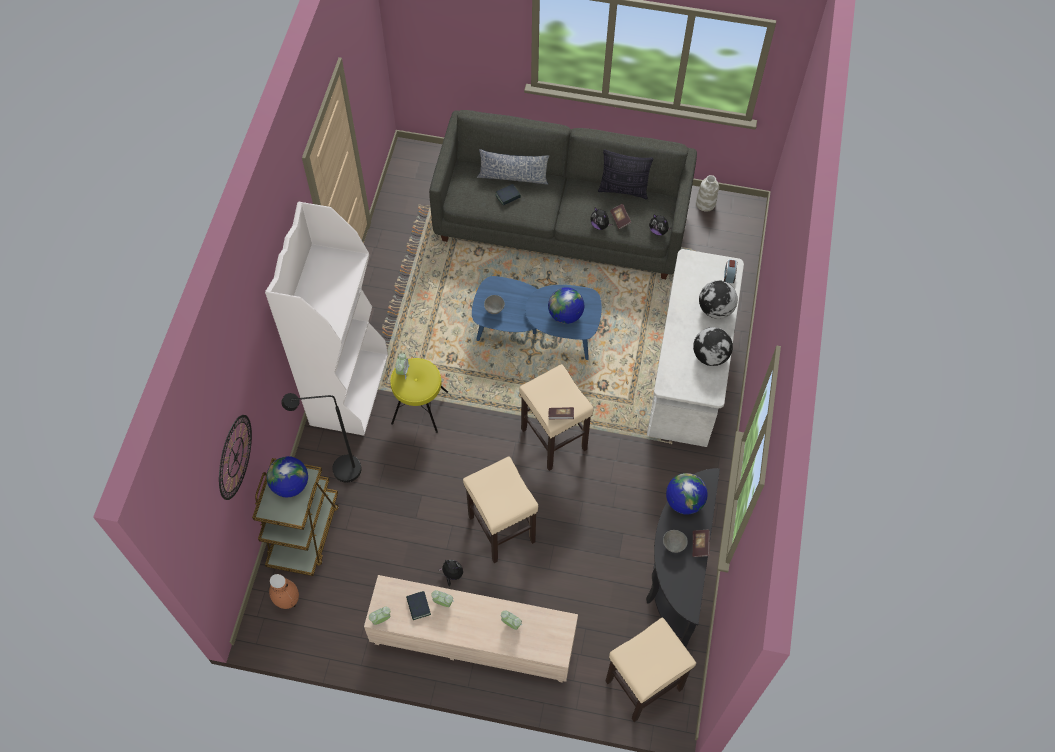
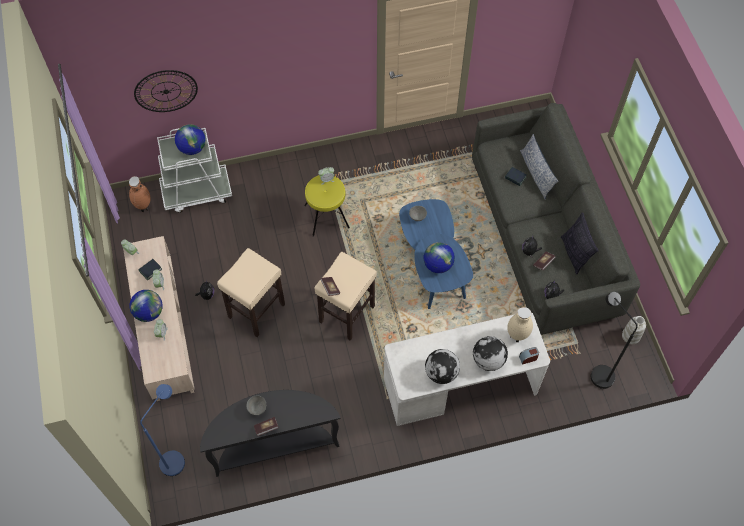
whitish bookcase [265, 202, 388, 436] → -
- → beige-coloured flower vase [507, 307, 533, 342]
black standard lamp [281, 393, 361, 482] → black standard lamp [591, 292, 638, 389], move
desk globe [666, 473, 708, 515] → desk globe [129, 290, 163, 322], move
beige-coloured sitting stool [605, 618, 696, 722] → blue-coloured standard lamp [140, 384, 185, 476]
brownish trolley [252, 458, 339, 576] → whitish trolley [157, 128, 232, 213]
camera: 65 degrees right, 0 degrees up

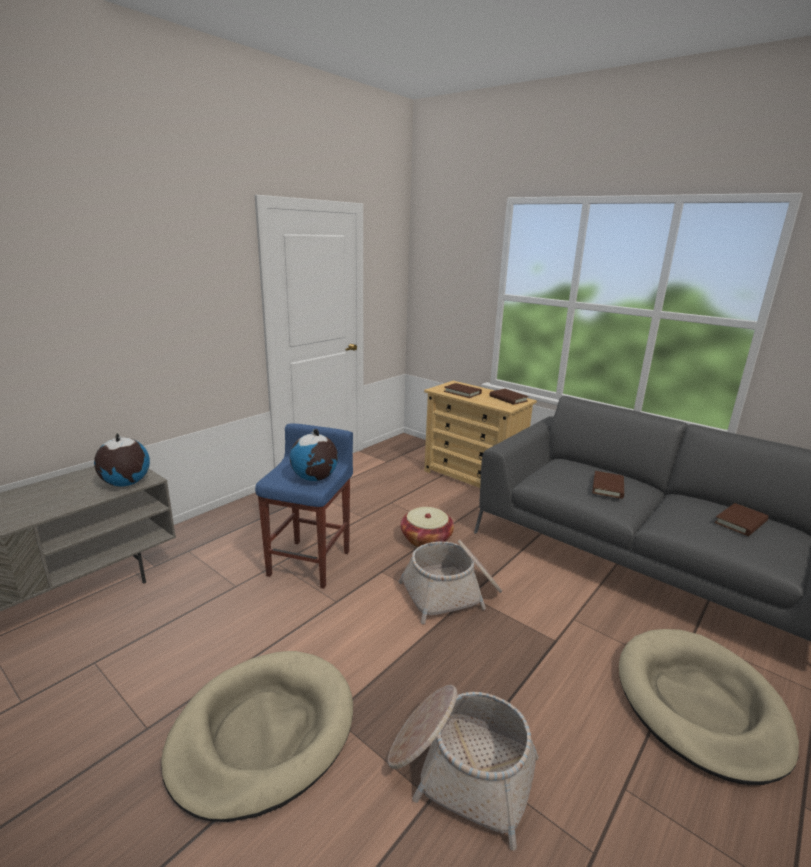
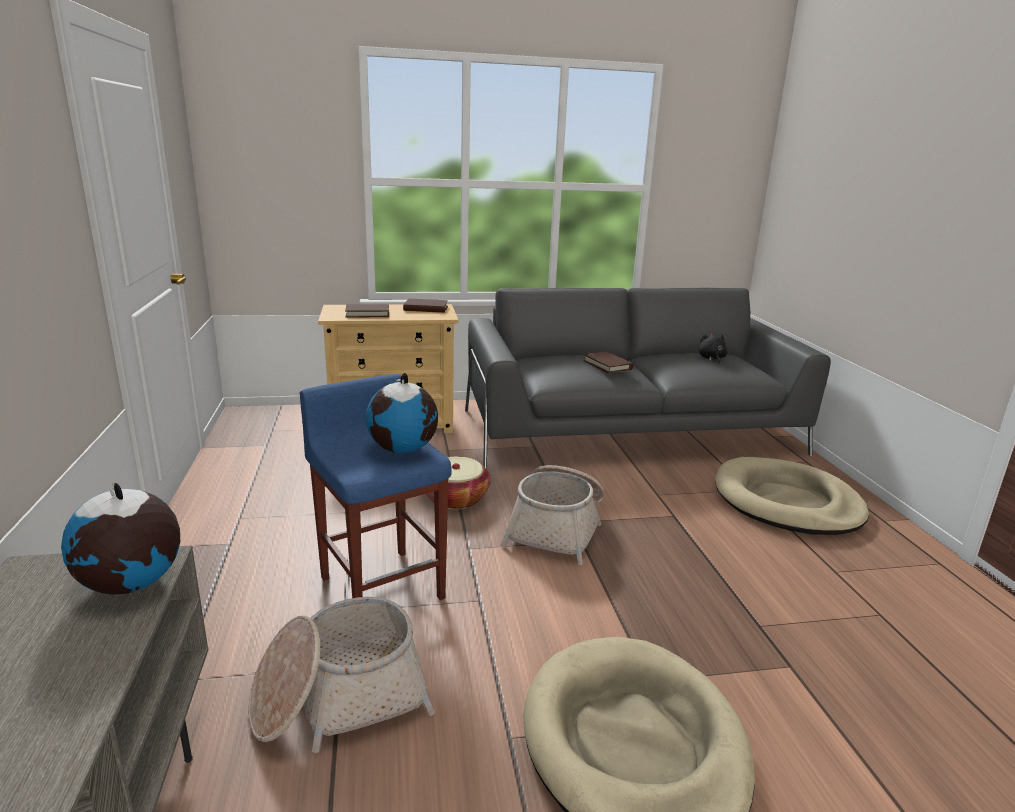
basket [388, 685, 539, 851] → basket [248, 597, 435, 753], move
brownish volume [714, 503, 768, 536] → black cuddly toy [699, 333, 727, 363]
camera: 50 degrees left, 0 degrees up

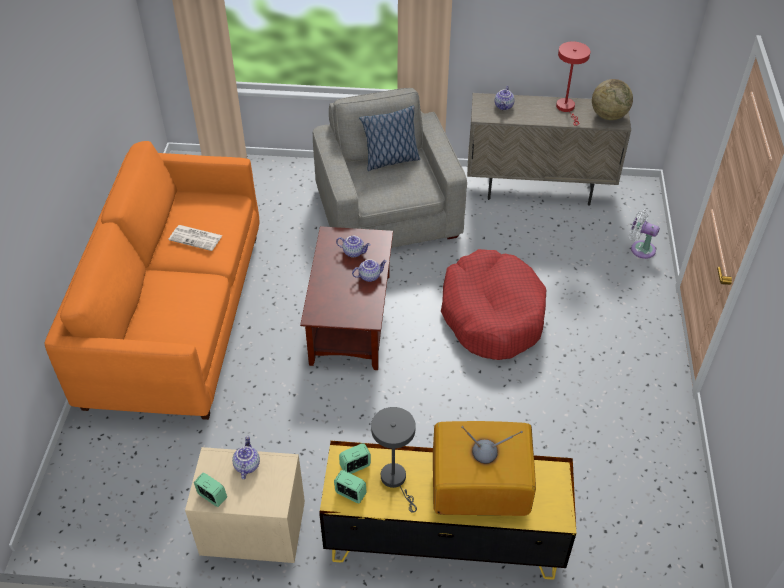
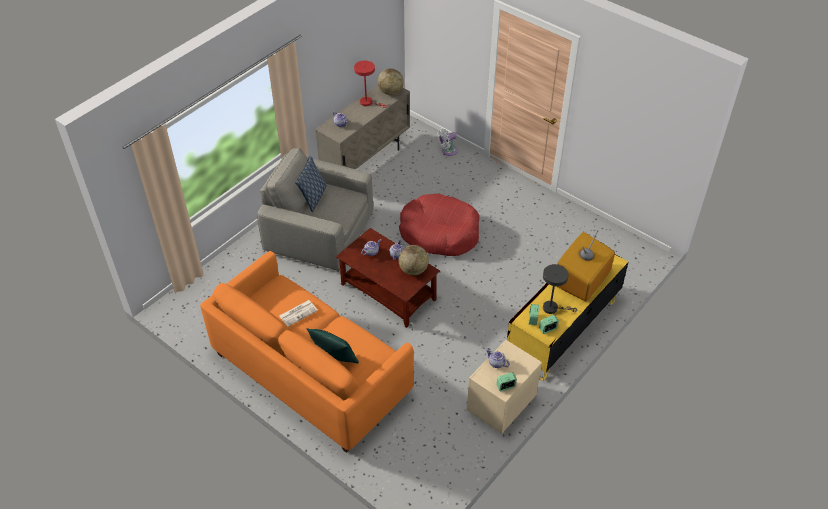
- → green pillow [306, 328, 359, 364]
- → desk globe [399, 245, 429, 275]
camera: 55 degrees left, 0 degrees up

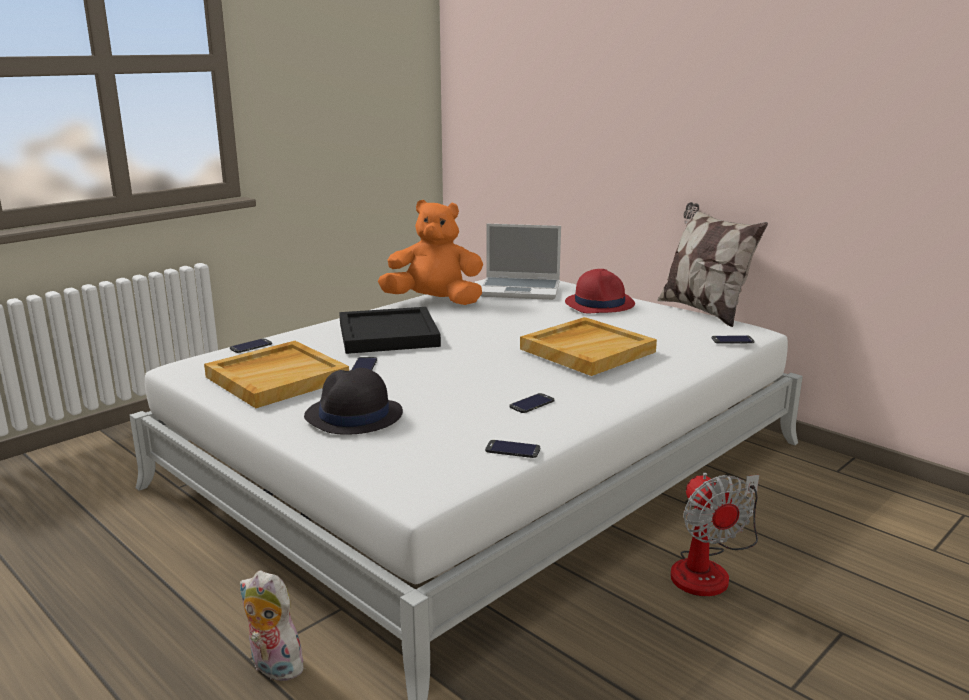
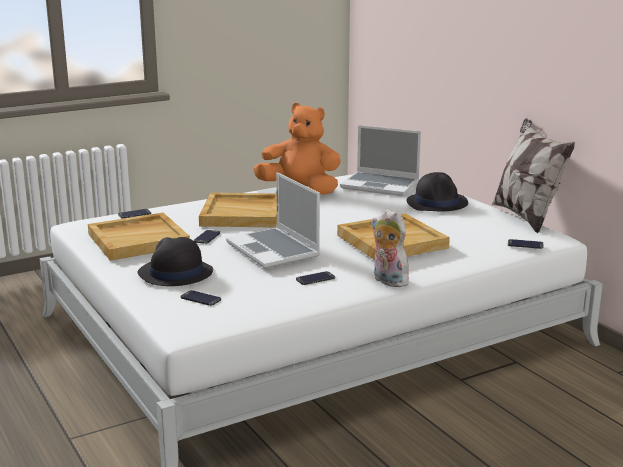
cooling fan [670, 473, 759, 596] → -
- → portable computer [226, 172, 320, 268]
cuddly toy [240, 570, 306, 681] → cuddly toy [372, 209, 409, 287], move
telephone [485, 440, 540, 458] → telephone [181, 290, 221, 306], move
black carrying tray [339, 307, 441, 354] → beige-coloured carrying tray [199, 193, 277, 228]
red-coloured hat [565, 269, 635, 313] → black hat [406, 172, 468, 211]
camera: 15 degrees right, 0 degrees up

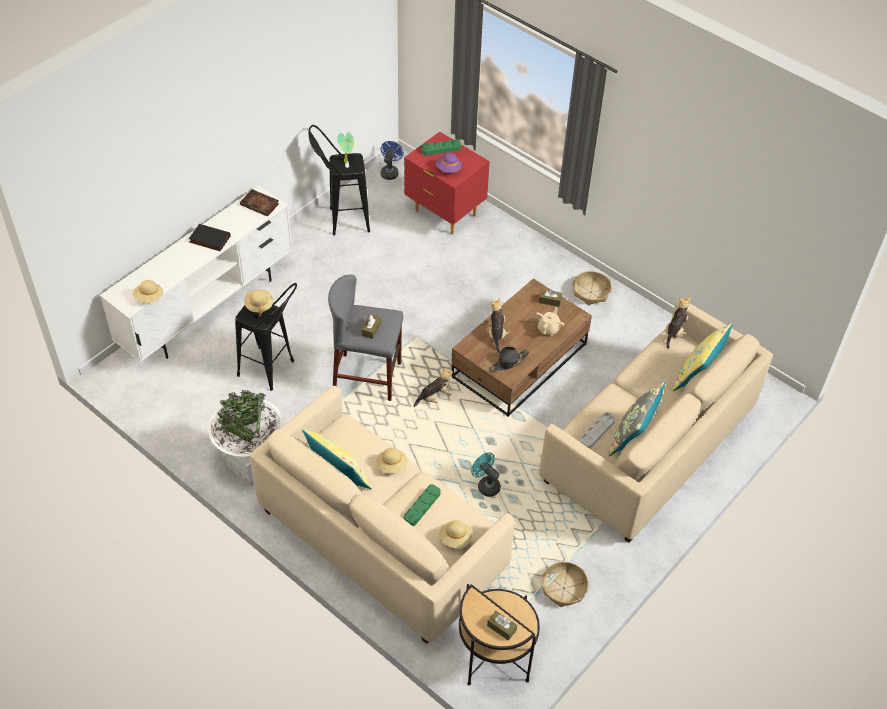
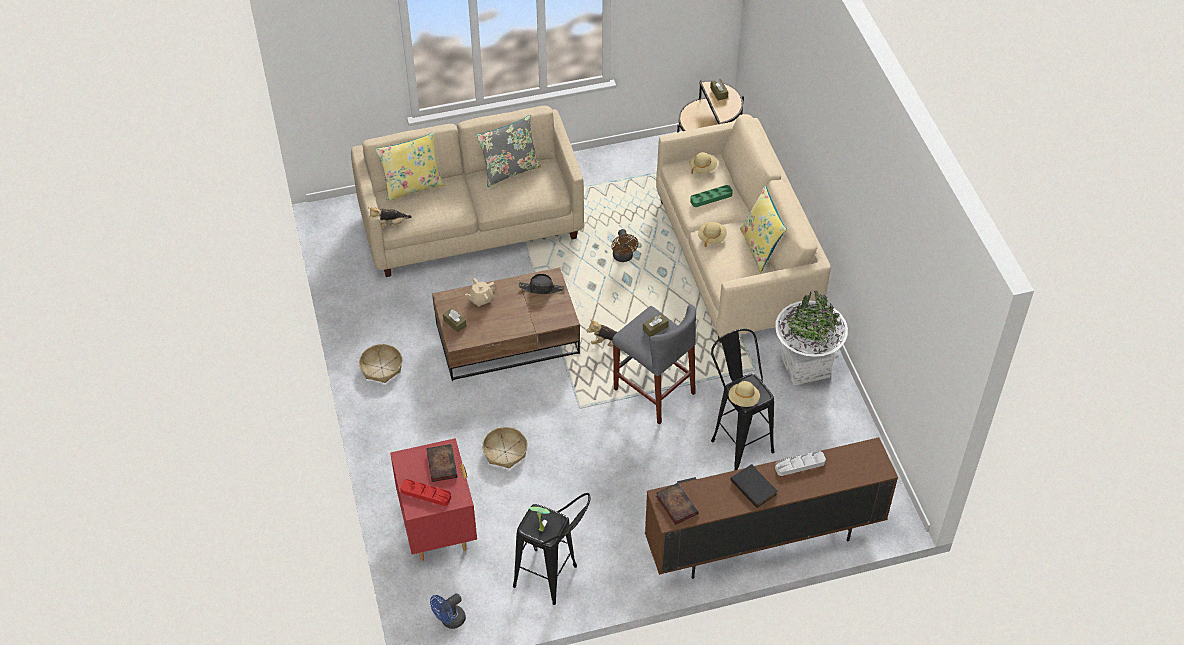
beige-coloured hat [133, 280, 163, 303] → -
cuddly toy [489, 298, 509, 353] → -
basket [542, 562, 589, 607] → basket [482, 427, 527, 469], move
grey carrying tray [580, 412, 615, 449] → grey carrying tray [775, 451, 826, 476], move
purplish hat [435, 153, 462, 173] → volume [426, 444, 457, 482]
whitish media console [100, 186, 293, 362] → brownish media console [645, 437, 898, 579]
green carrying tray [421, 139, 461, 156] → red-coloured carrying tray [400, 479, 451, 506]
turquoise-coloured cooling fan [471, 452, 501, 497] → brownish cooling fan [612, 229, 638, 262]
camera: 145 degrees left, 0 degrees up

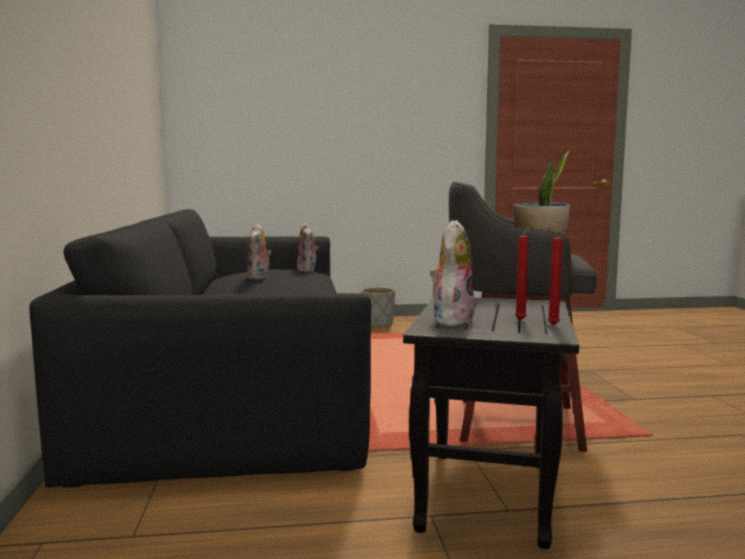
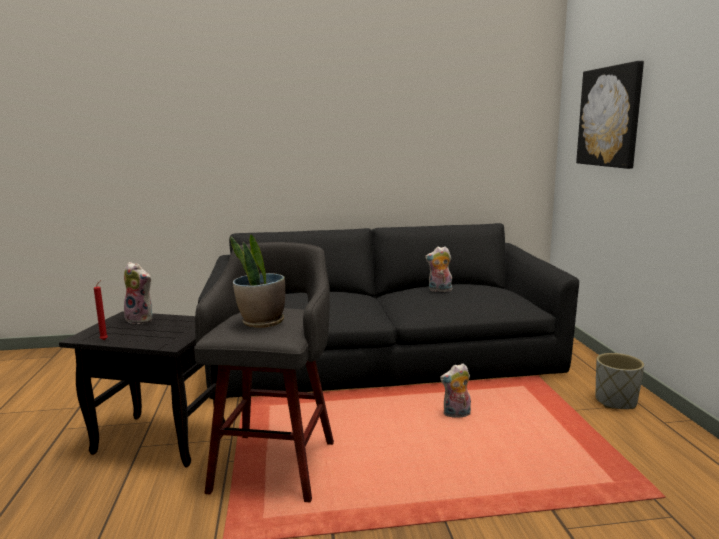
red-coloured wax light [515, 226, 533, 320] → -
- → wall picture [576, 61, 644, 169]
cuddly toy [297, 222, 319, 272] → cuddly toy [440, 363, 471, 418], move
camera: 90 degrees right, 5 degrees up

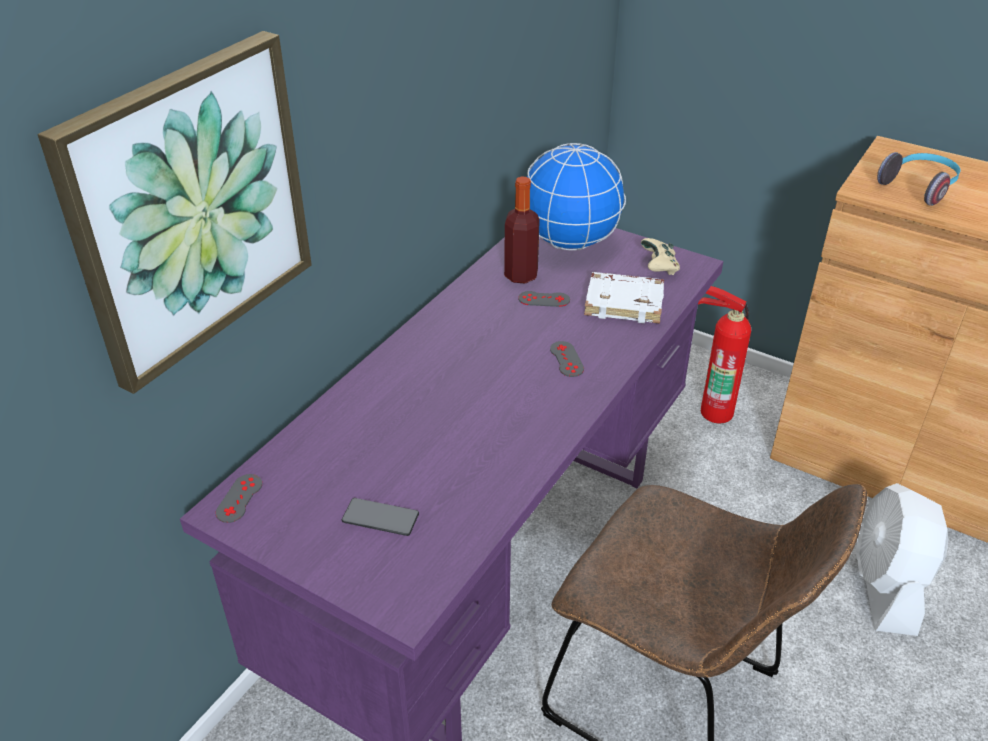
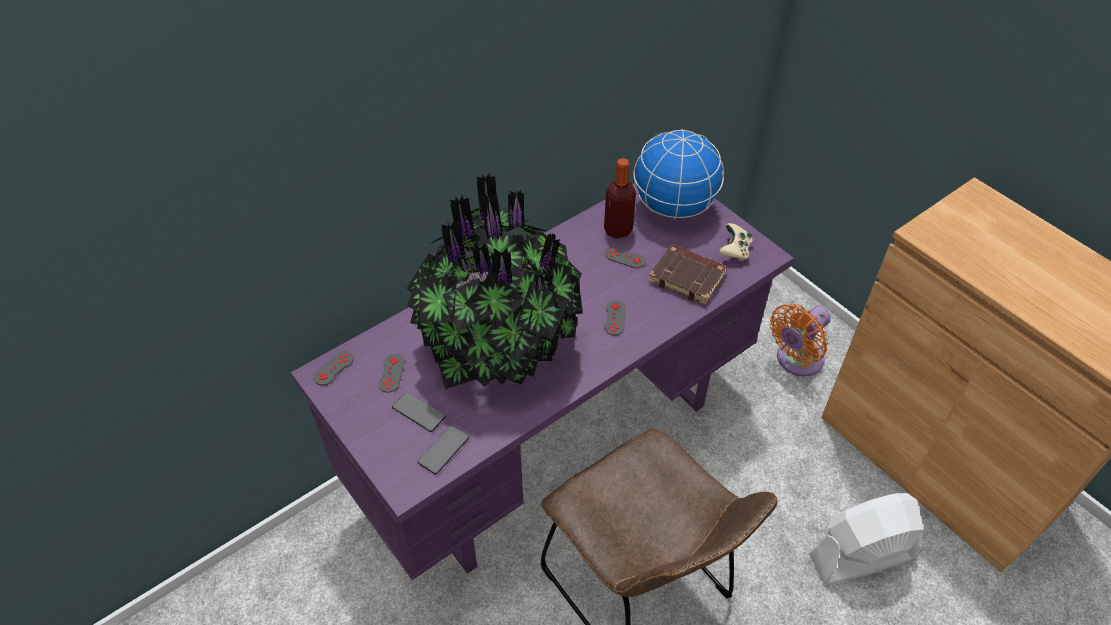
wall picture [38, 31, 312, 394] → -
headphones [877, 152, 961, 206] → -
- → grey joypad [378, 354, 404, 393]
- → plant in a pot [406, 173, 583, 389]
- → telephone [418, 425, 469, 475]
fire extinguisher [698, 286, 751, 423] → orange-coloured cooling fan [770, 304, 831, 377]
whitish volume [584, 272, 664, 324] → brownish volume [648, 244, 727, 305]
whitish cooling fan [856, 483, 948, 636] → whitish cooling fan [809, 493, 924, 584], 45 degrees clockwise
camera: 20 degrees right, 10 degrees up

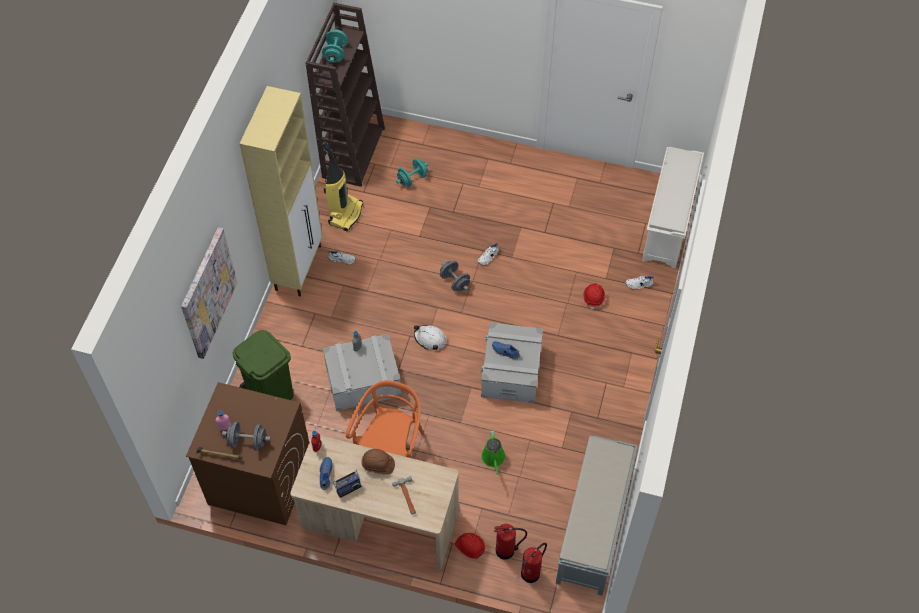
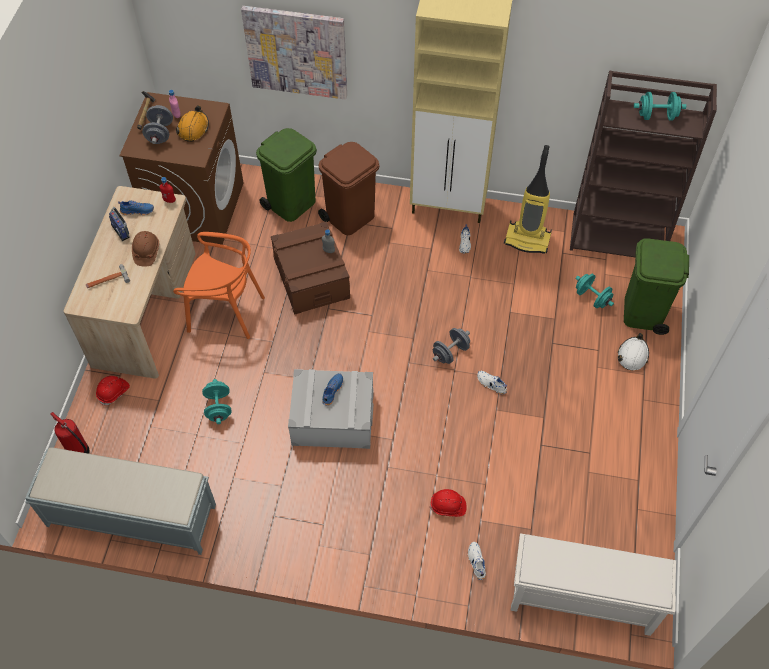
fire extinguisher [494, 524, 527, 560] → -
- → orange-coloured safety helmet [176, 105, 209, 142]
- → brownish rubbish bin [318, 142, 379, 235]
- → green rubbish bin [624, 238, 689, 335]
whitish safety helmet [414, 325, 446, 350] → whitish safety helmet [617, 333, 649, 371], move
green watering pot [481, 430, 506, 475] → turquoise-coloured hand weight [202, 379, 231, 424]
grey storage box [323, 334, 402, 411] → brownish storage box [271, 221, 350, 315]
camera: 85 degrees right, 0 degrees up

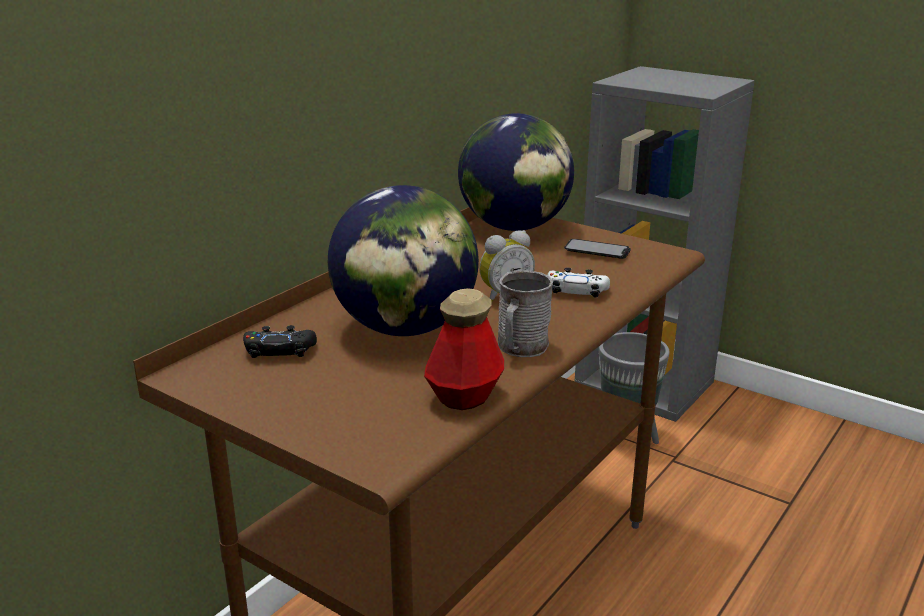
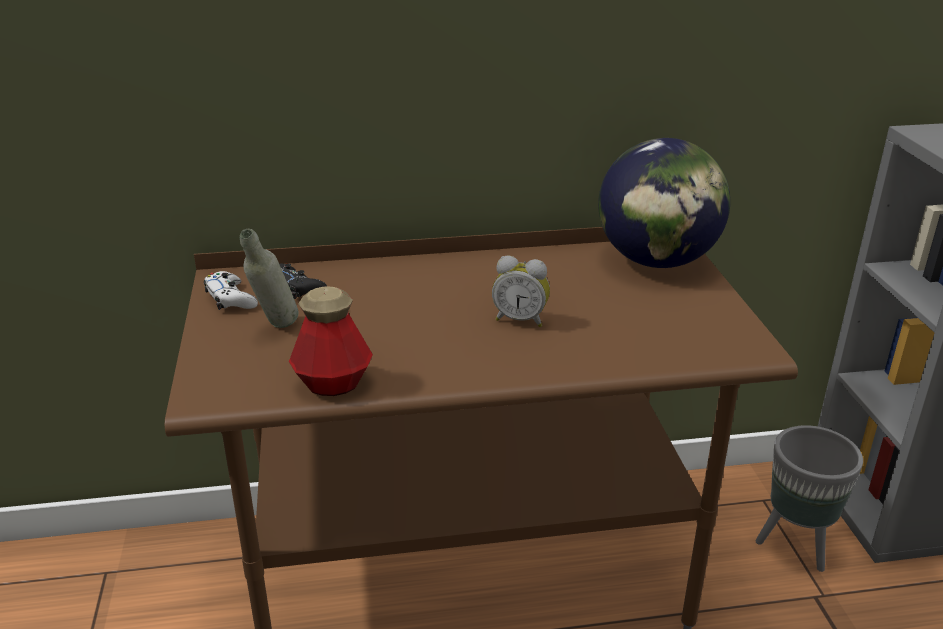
desk globe [328, 185, 479, 336] → -
grey mug [498, 271, 553, 357] → -
telephone [564, 239, 631, 259] → -
- → grey beverage bottle [240, 229, 299, 328]
whitish joypad [547, 268, 610, 297] → whitish joypad [204, 271, 258, 310], move
camera: 45 degrees right, 5 degrees up

